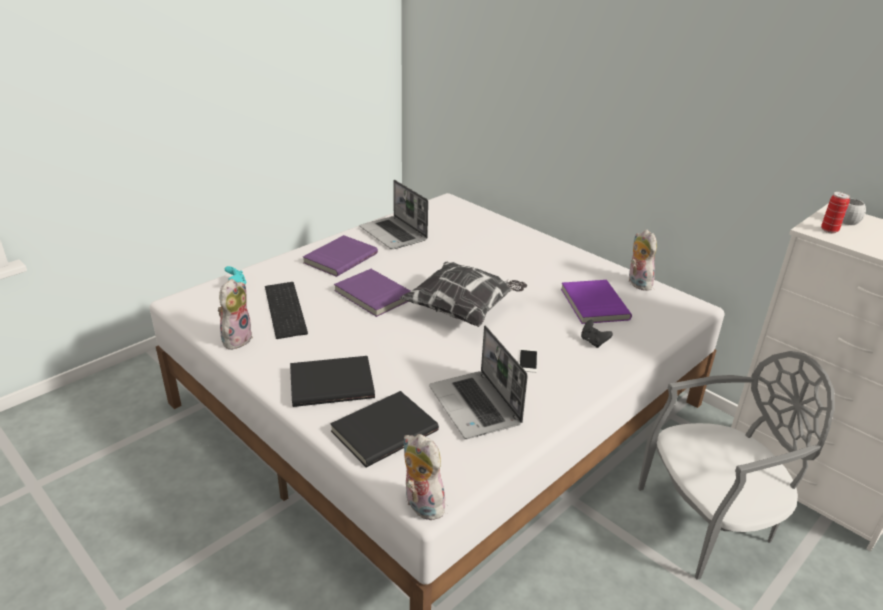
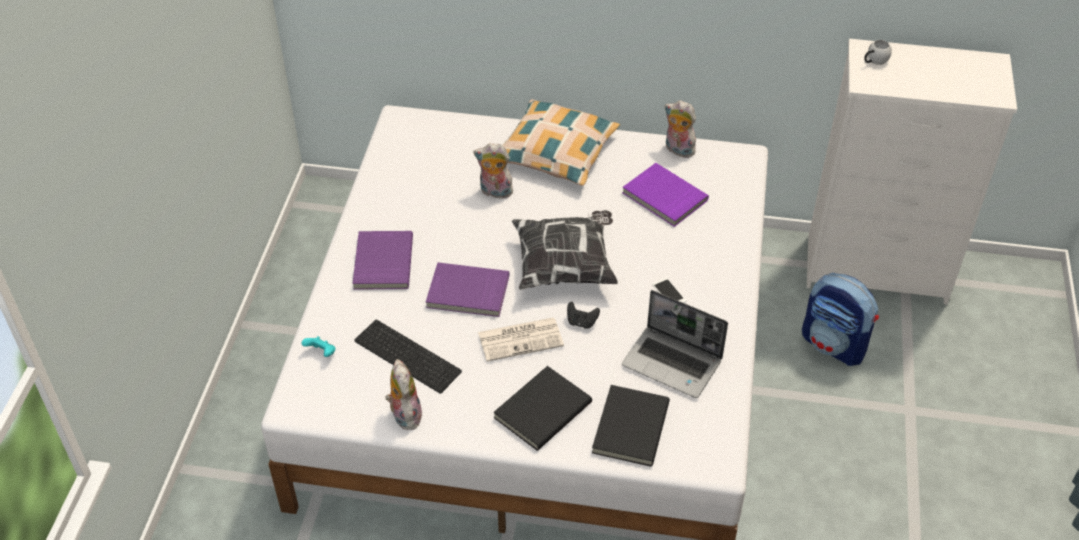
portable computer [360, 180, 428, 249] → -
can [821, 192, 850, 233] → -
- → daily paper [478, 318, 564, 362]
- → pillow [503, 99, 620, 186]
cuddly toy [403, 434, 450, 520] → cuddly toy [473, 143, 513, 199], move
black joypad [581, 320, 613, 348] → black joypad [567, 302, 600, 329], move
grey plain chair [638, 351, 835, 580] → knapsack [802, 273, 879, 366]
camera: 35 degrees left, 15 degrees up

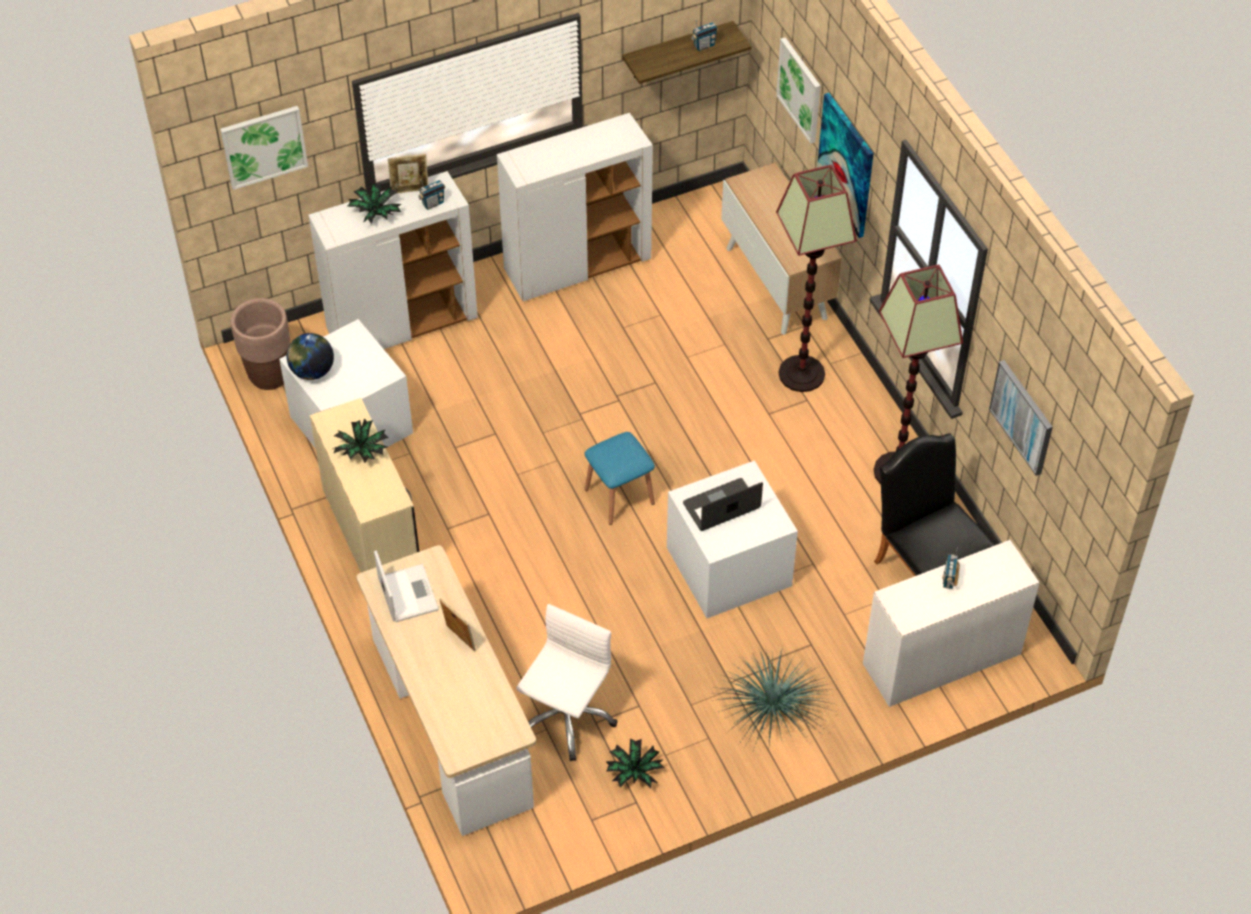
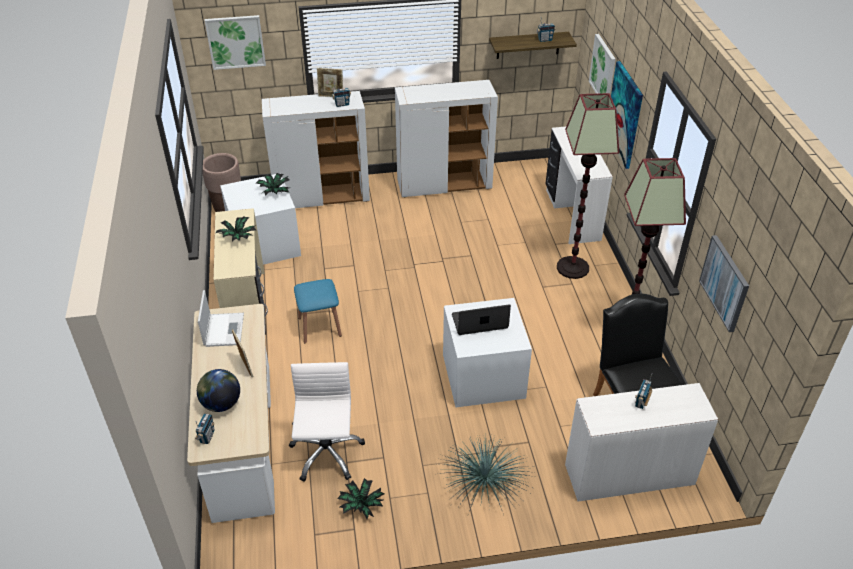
- → radio set [195, 414, 214, 444]
desk globe [287, 333, 334, 380] → desk globe [197, 369, 240, 412], move
plant in a pot [347, 183, 401, 224] → plant in a pot [256, 173, 290, 196], move
blue-coloured sitting stool [585, 432, 655, 525] → blue-coloured sitting stool [294, 279, 342, 343], move
storage cabinet [721, 162, 841, 335] → whitish desk table [546, 127, 613, 244]
whitish office chair [516, 604, 617, 761] → whitish office chair [289, 362, 365, 482], 45 degrees counterclockwise
camera: 15 degrees right, 10 degrees down

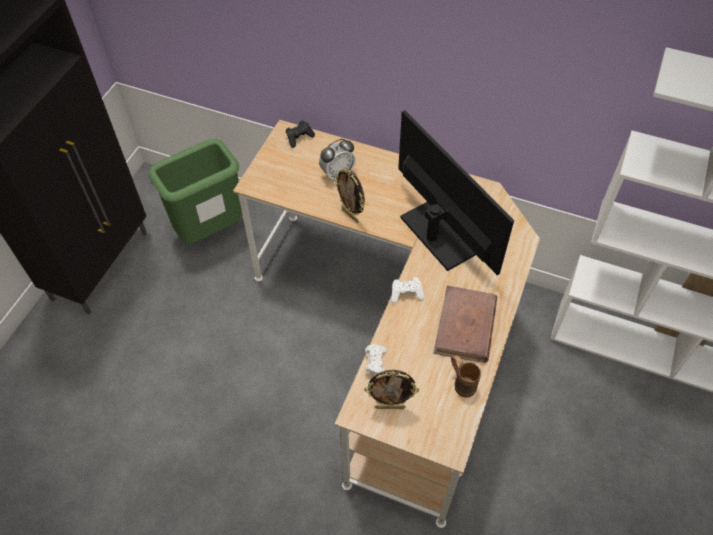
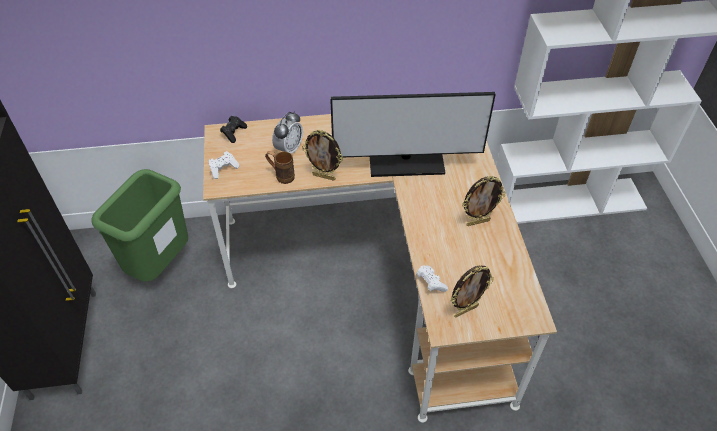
whitish joypad [391, 277, 425, 303] → whitish joypad [209, 151, 240, 179], move
brownish mug [451, 355, 481, 397] → brownish mug [265, 151, 295, 184], move
brownish volume [433, 286, 497, 363] → picture frame [462, 176, 506, 226]
computer screen [398, 110, 514, 275] → computer screen [330, 92, 496, 177], 150 degrees clockwise
camera: 30 degrees left, 5 degrees down

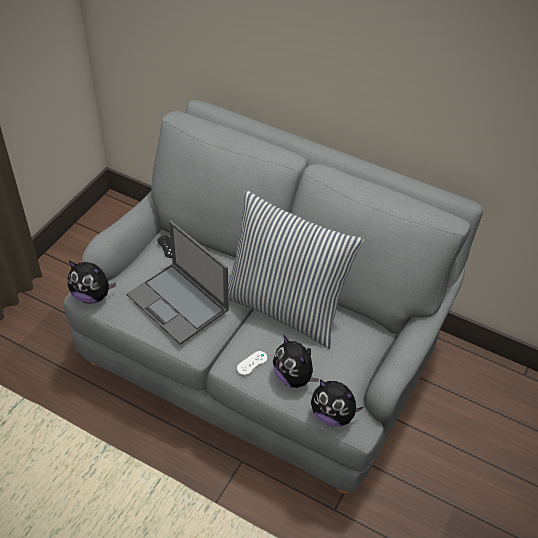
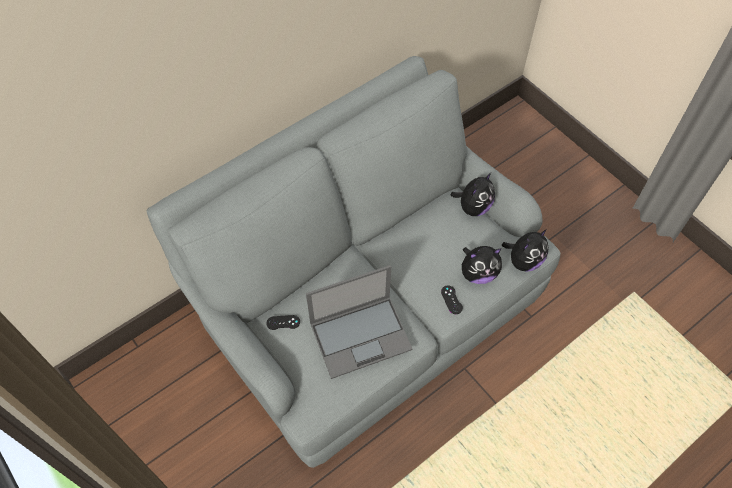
pillow [228, 190, 364, 349] → -
cuddly toy [68, 261, 116, 304] → cuddly toy [450, 173, 495, 216], move
whitish joypad [237, 351, 267, 375] → black joypad [441, 285, 463, 314]
camera: 65 degrees left, 10 degrees up

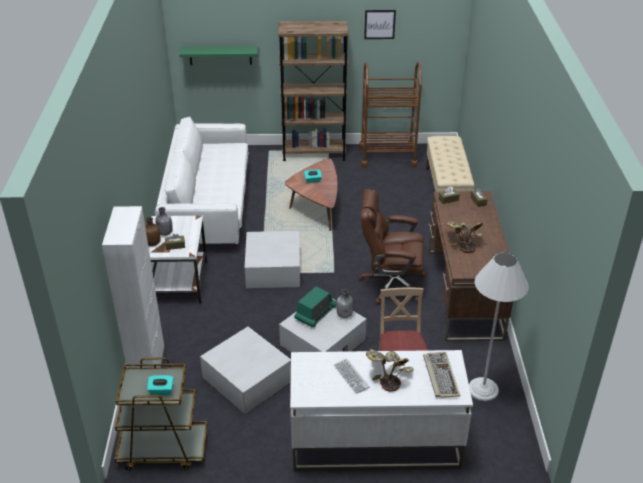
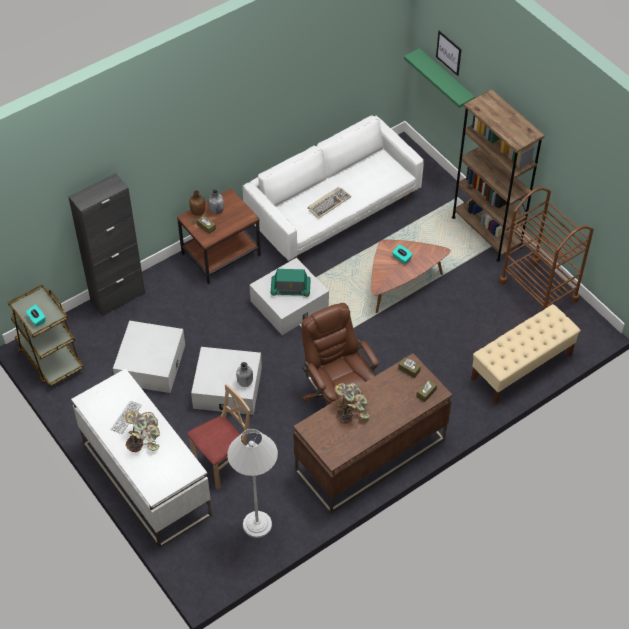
radio set [294, 286, 337, 327] → radio set [271, 269, 311, 297], move
wall picture [364, 10, 396, 39] → wall picture [436, 31, 462, 76], move
keyboard [423, 352, 460, 398] → keyboard [308, 187, 351, 219], move
whitish storage cabinet [102, 206, 164, 368] → black storage cabinet [68, 173, 145, 317]
whitish end table [148, 216, 207, 304] → brownish end table [177, 188, 261, 284]
camera: 55 degrees right, 15 degrees up

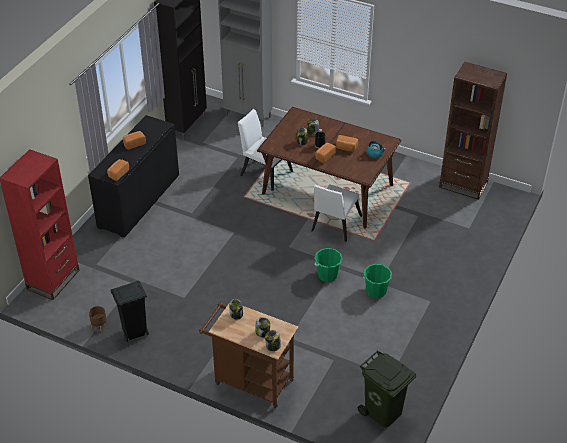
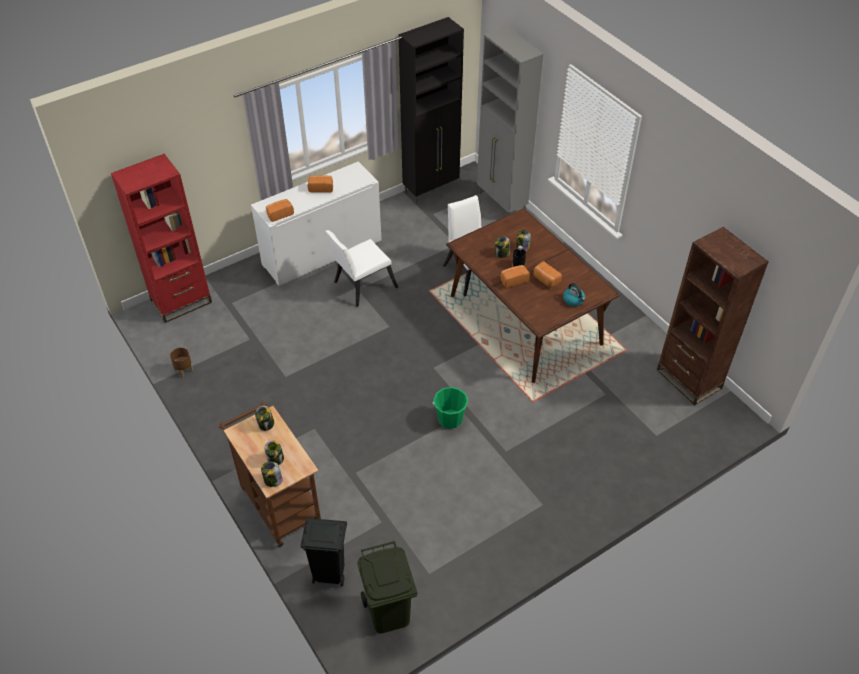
green bucket [363, 264, 392, 299] → -
black rubbish bin [110, 281, 149, 342] → black rubbish bin [301, 518, 347, 586], move
whitish plain chair [311, 184, 362, 242] → whitish plain chair [326, 230, 398, 307], move
black storage cabinet [88, 115, 179, 238] → whitish storage cabinet [251, 162, 381, 286]
camera: 30 degrees right, 5 degrees up

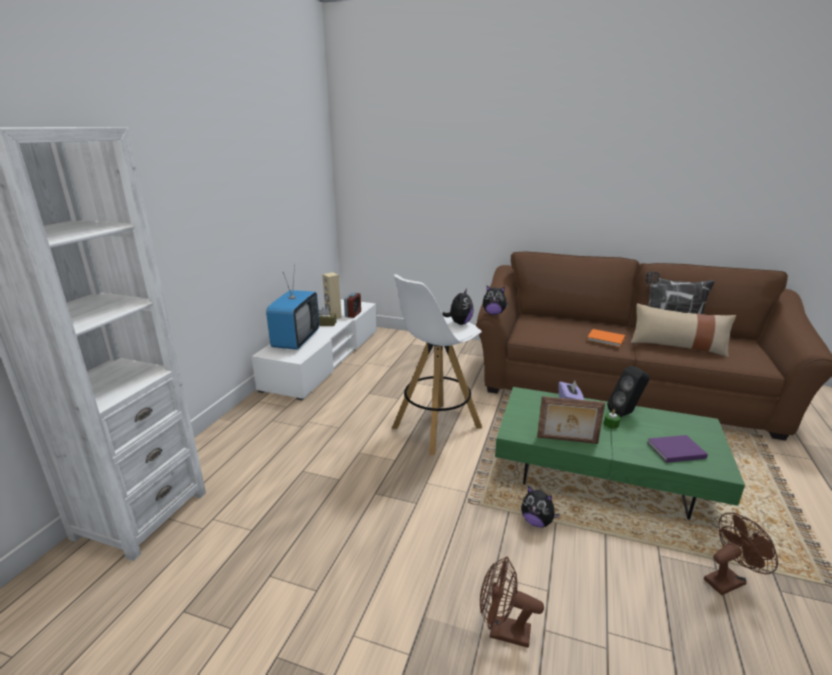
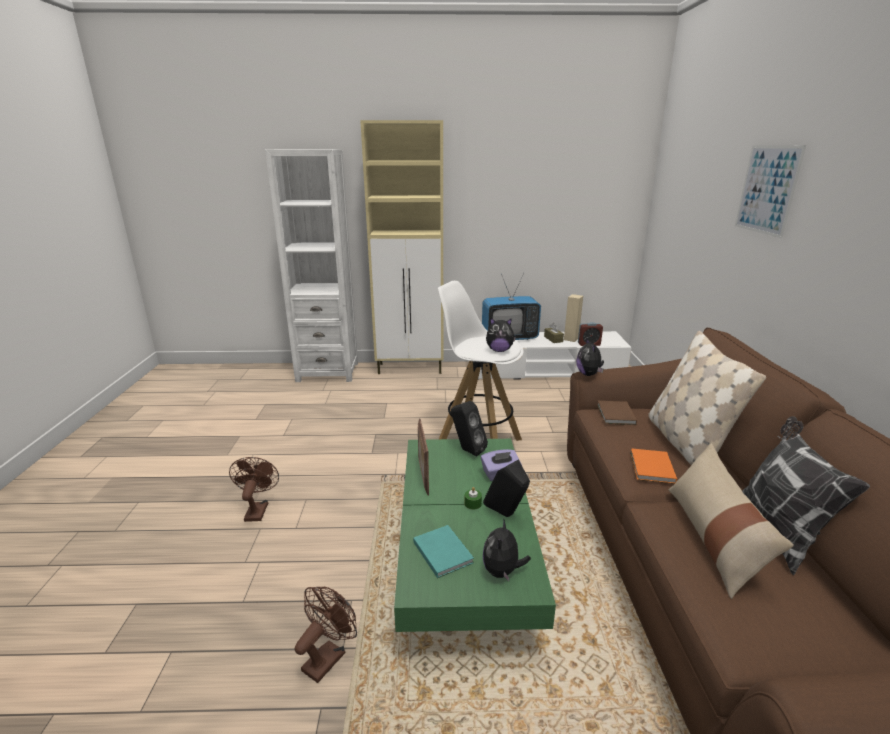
- → beige-coloured storage cabinet [360, 120, 443, 374]
- → black loudspeaker [451, 401, 488, 456]
- → brownish volume [597, 401, 637, 425]
- → beige-coloured pillow [648, 331, 766, 465]
- → wall picture [735, 145, 806, 238]
cuddly toy [521, 486, 560, 527] → cuddly toy [483, 518, 531, 581], move
purplish volume [647, 435, 708, 463] → turquoise-coloured volume [413, 525, 474, 578]
brownish cooling fan [704, 512, 778, 595] → brownish cooling fan [295, 587, 357, 683], 105 degrees counterclockwise
camera: 70 degrees right, 0 degrees up

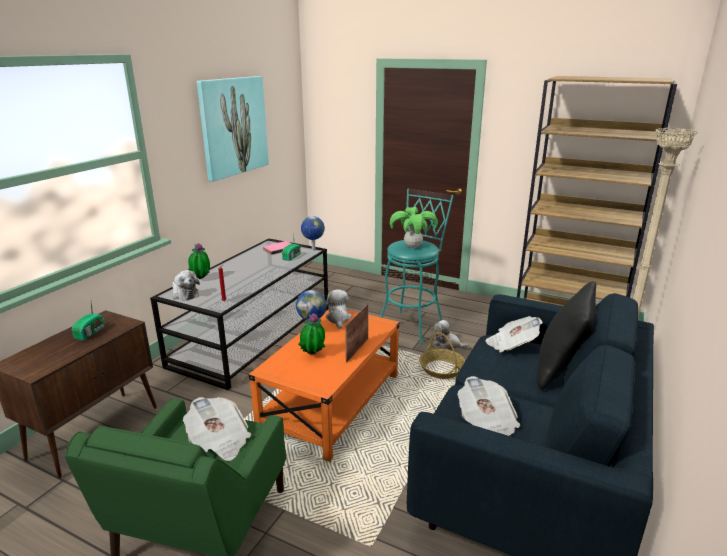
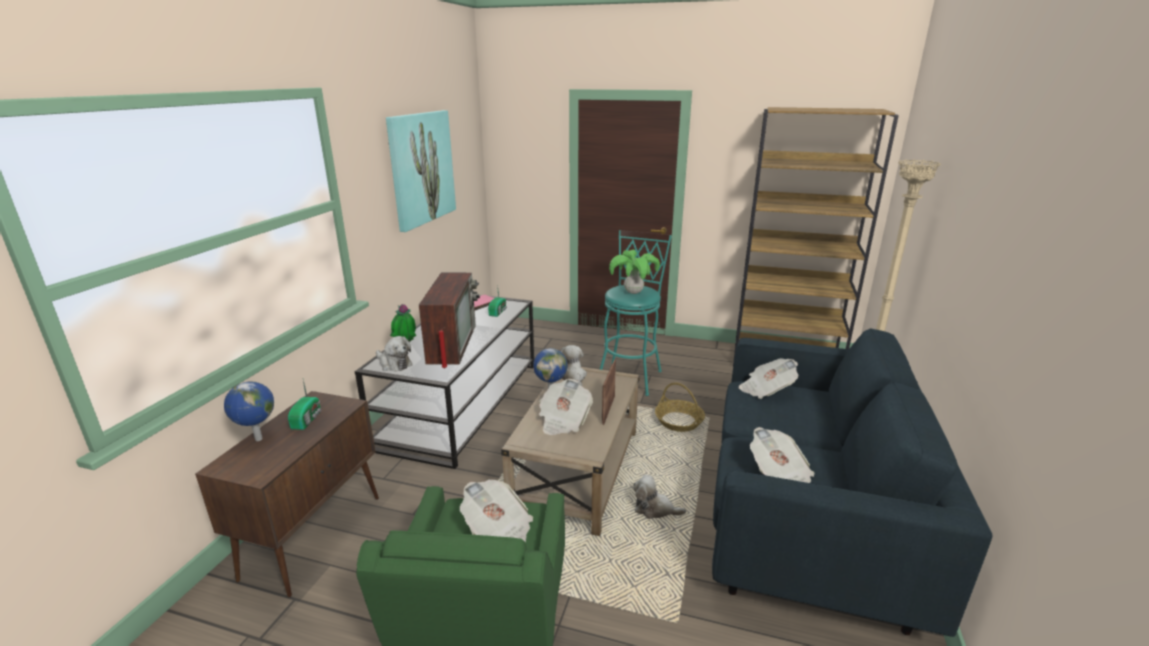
black pillow [537, 281, 597, 390] → -
- → television [419, 273, 480, 365]
desk globe [301, 216, 325, 250] → desk globe [224, 381, 274, 441], move
cuddly toy [434, 320, 469, 349] → cuddly toy [633, 475, 686, 519], move
plant in a pot [298, 313, 325, 355] → daily paper [539, 379, 593, 435]
orange-coloured low table [249, 310, 400, 462] → beige-coloured low table [501, 367, 640, 536]
camera: 10 degrees left, 0 degrees up

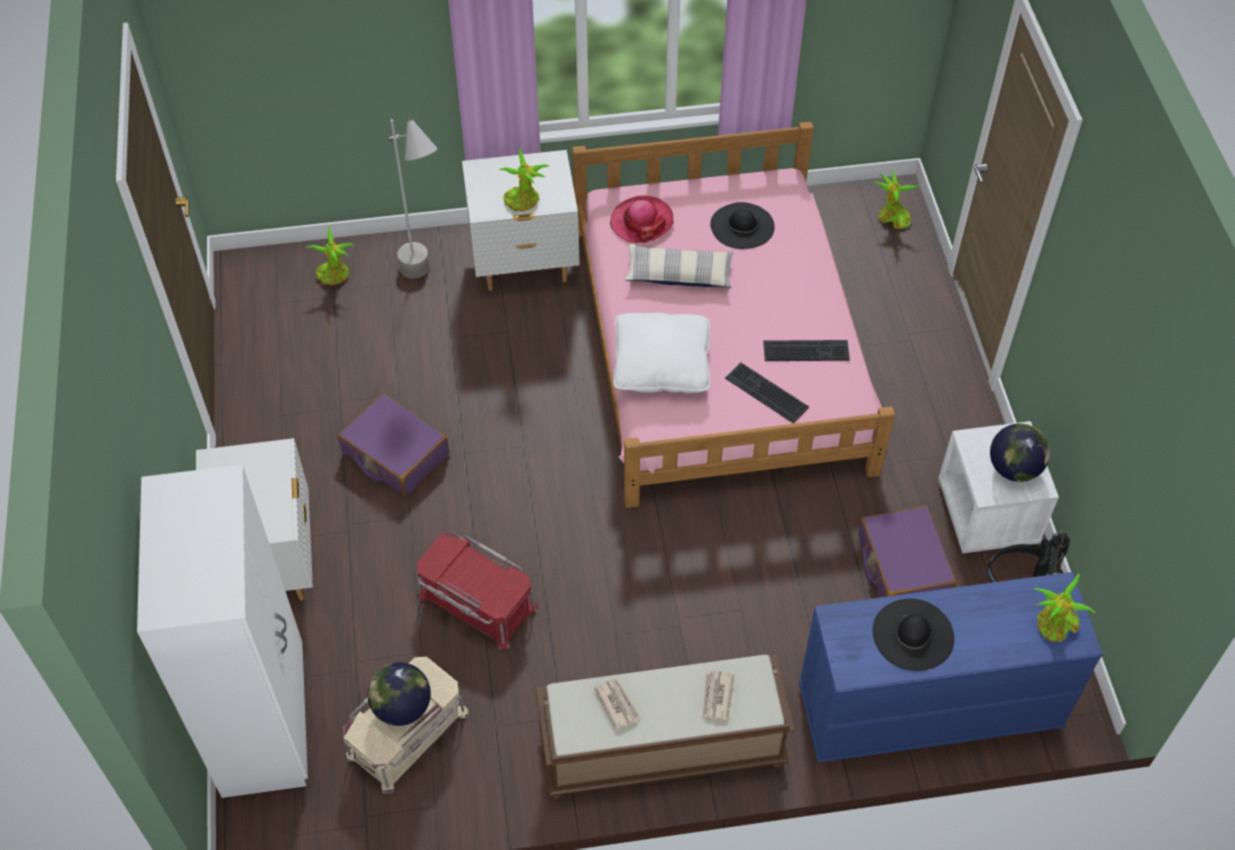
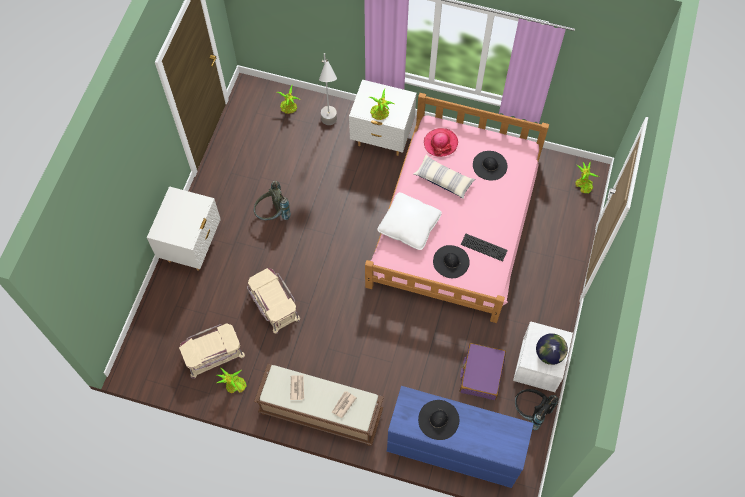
whitish wardrobe [137, 465, 308, 798] → -
desk globe [368, 662, 431, 726] → -
plant in a pot [1034, 573, 1095, 642] → plant in a pot [217, 368, 247, 394], move
purplish travel case [338, 393, 449, 496] → grey knapsack [254, 181, 291, 220]
keyboard [725, 363, 809, 424] → black hat [433, 245, 470, 278]
red-coloured storage box [416, 532, 538, 650] → beige-coloured storage box [247, 268, 300, 334]
camera: 25 degrees right, 10 degrees up

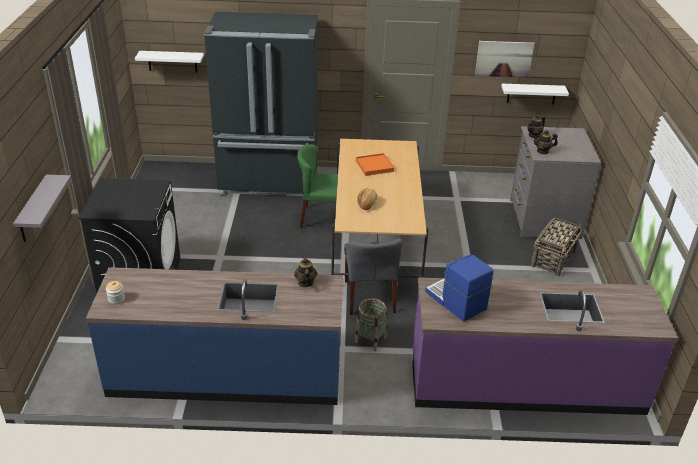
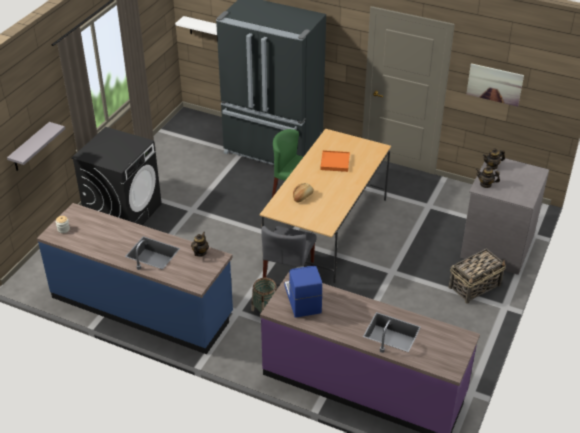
whitish wall shelf [501, 84, 569, 105] → -
camera: 25 degrees right, 5 degrees up

